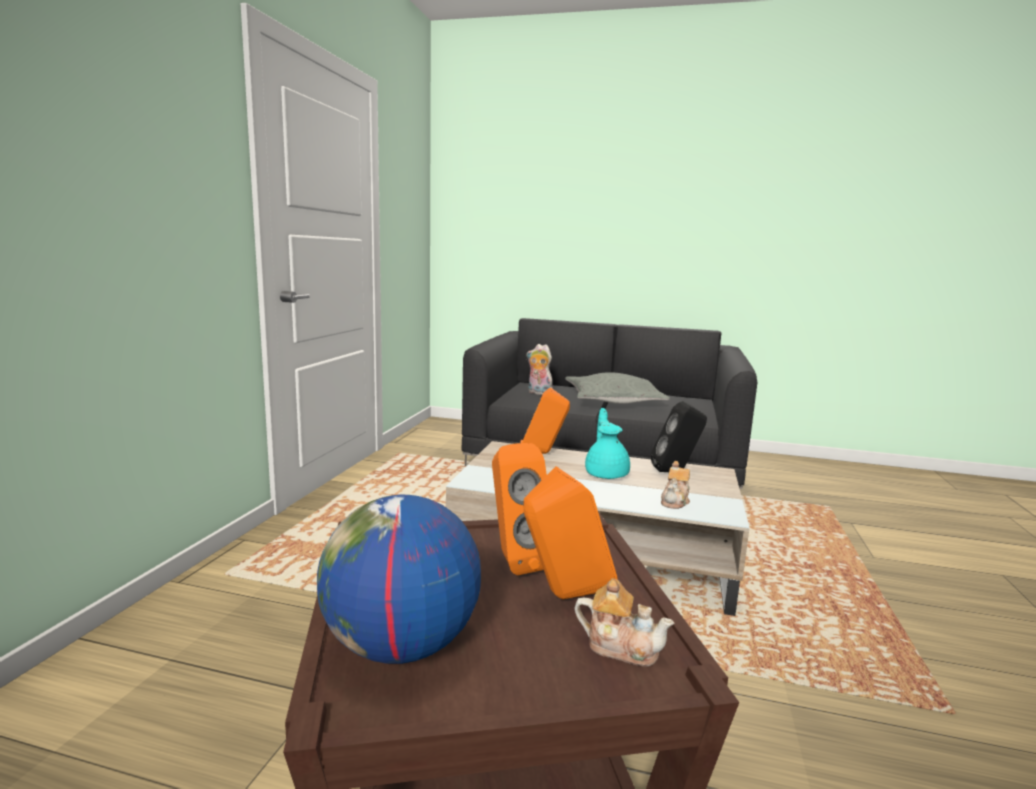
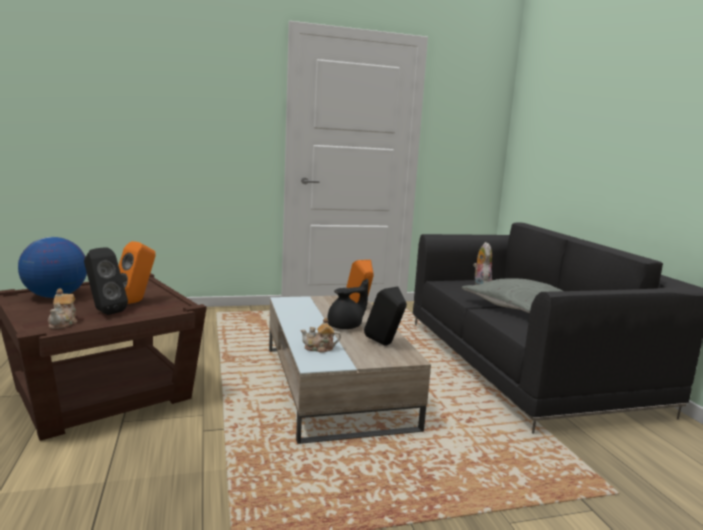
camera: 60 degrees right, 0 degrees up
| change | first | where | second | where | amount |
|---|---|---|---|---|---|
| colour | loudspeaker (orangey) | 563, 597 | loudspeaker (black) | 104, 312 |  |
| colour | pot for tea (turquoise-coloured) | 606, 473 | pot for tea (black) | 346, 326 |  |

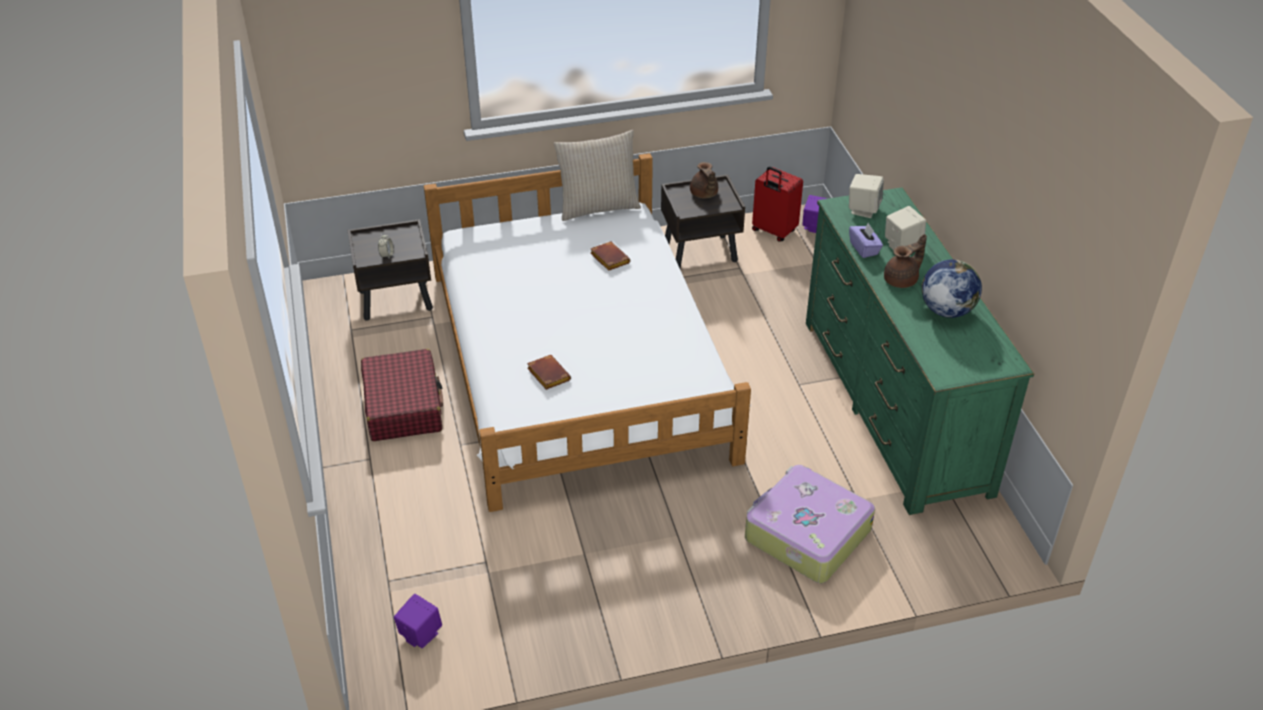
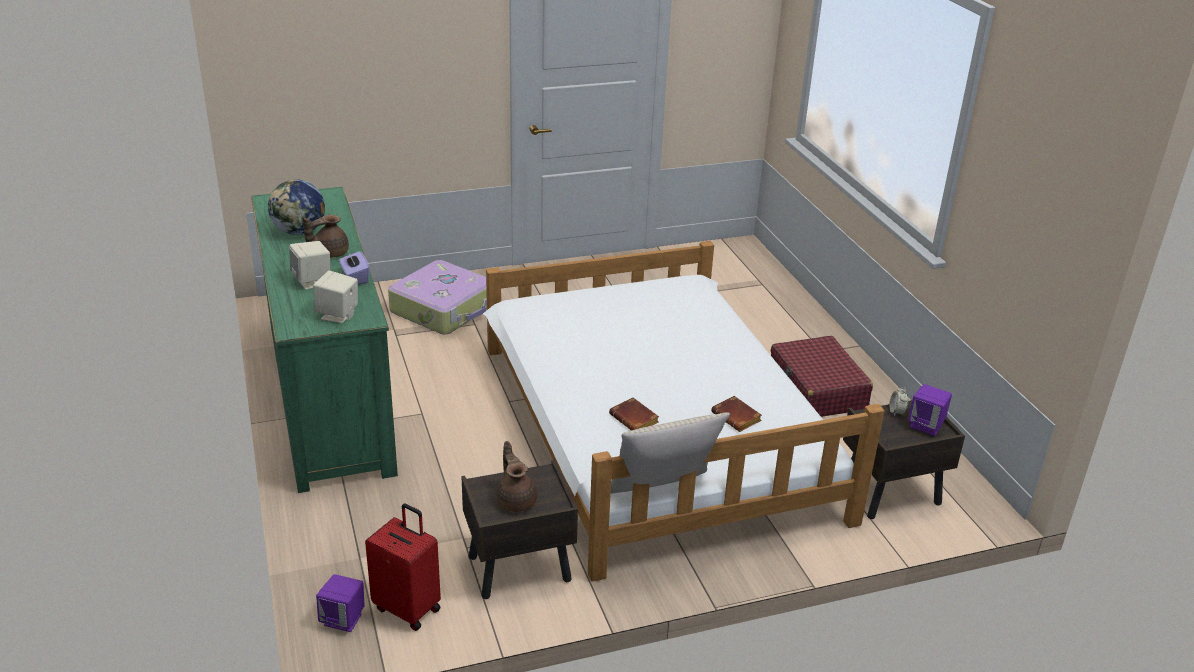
camera: 175 degrees right, 10 degrees down
| change | first | where | second | where | amount |
|---|---|---|---|---|---|
| relocated | loudspeaker (purple-coloured) | 420, 634 |  | 926, 425 |  |
| relocated | bound book (brownish) | 547, 375 |  | 738, 418 |  |

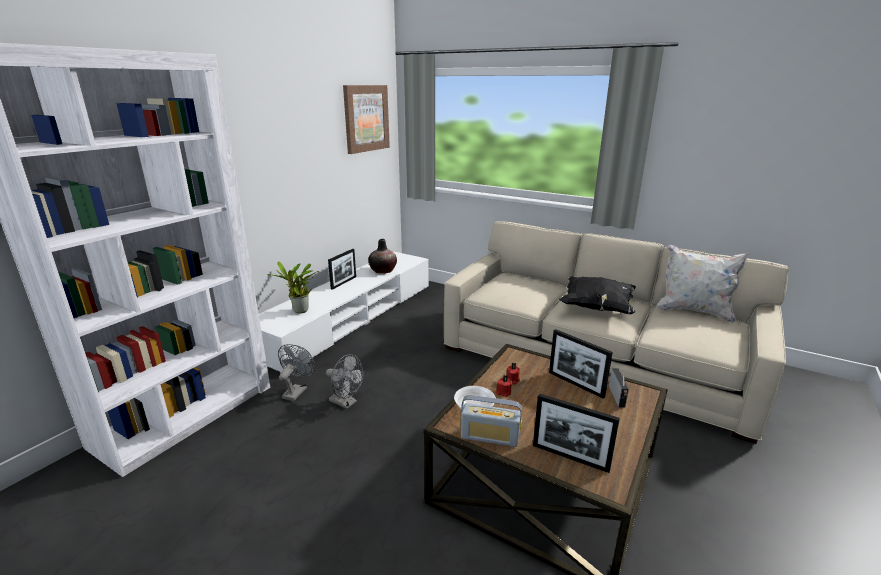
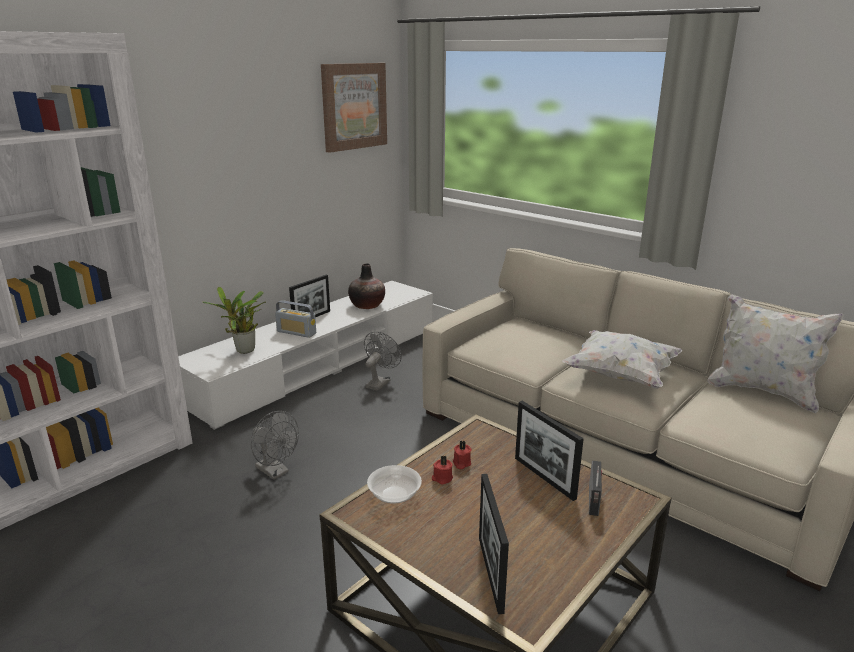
camera: 10 degrees right, 0 degrees up
| change | first | where | second | where | amount |
|---|---|---|---|---|---|
| relocated | fan (grey) | 297, 391 |  | 380, 382 |  |
| relocated | radio receiver | 490, 437 |  | 296, 332 |  |
| colour | cushion (black) | 596, 308 | cushion (whitish) | 620, 376 |  |
| spun | picture frame | 570, 457 |  | 490, 573 | 45 degrees clockwise |

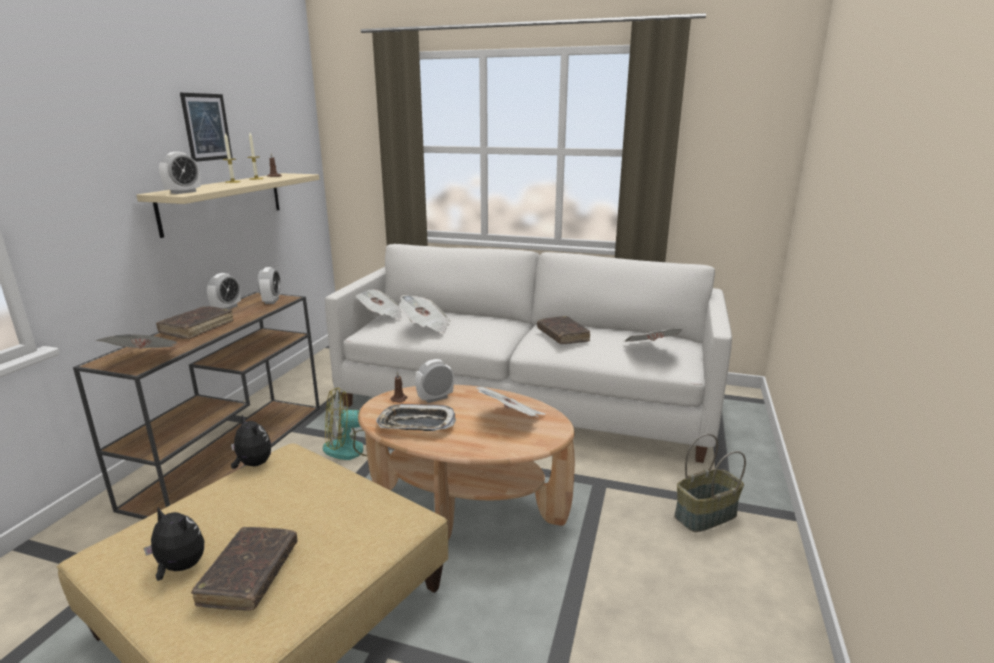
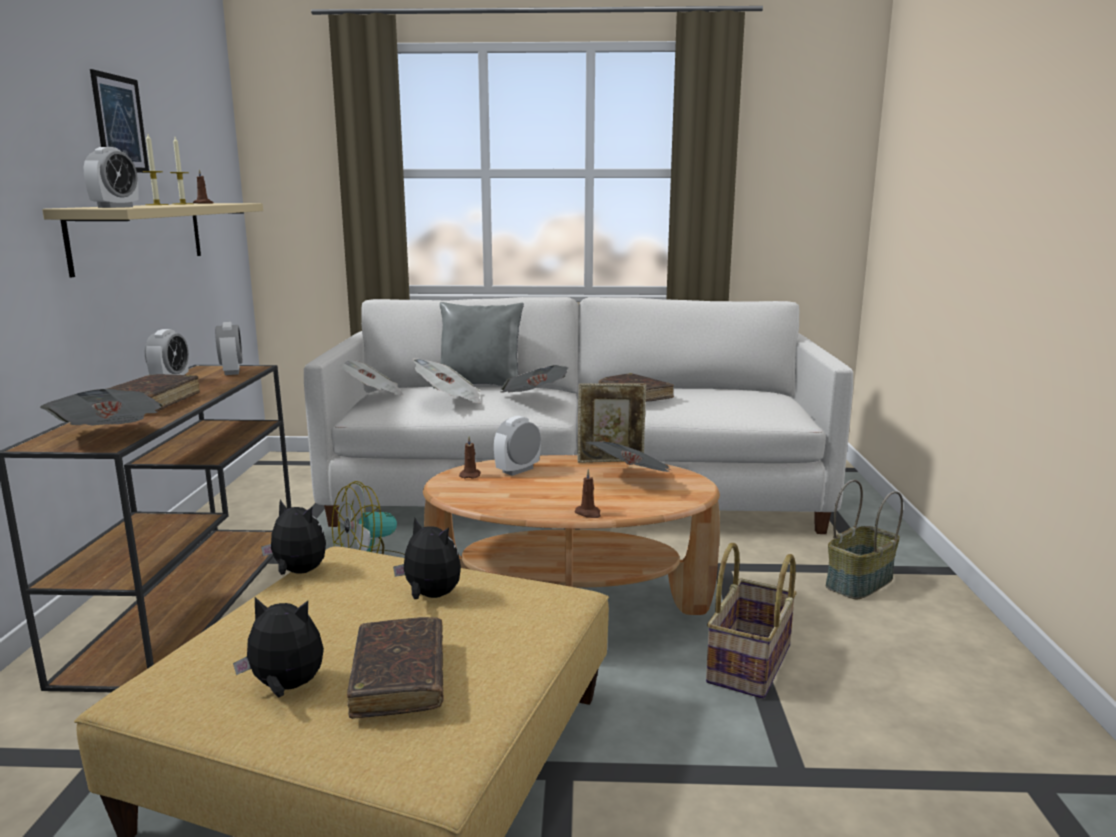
camera: 15 degrees left, 5 degrees down
| change | first | where | second | where | amount |
|---|---|---|---|---|---|
| missing | tray | 416, 424 |  |  |  |
| appeared |  |  | cuddly toy | 430, 596 |  |
| appeared |  |  | cushion (grey) | 480, 386 |  |
| appeared |  |  | wax light (brownish) | 588, 513 |  |
| appeared |  |  | picture frame | 611, 461 |  |
| appeared |  |  | basket | 751, 664 |  |
| relocated | daily paper | 650, 350 |  | 533, 398 |  |

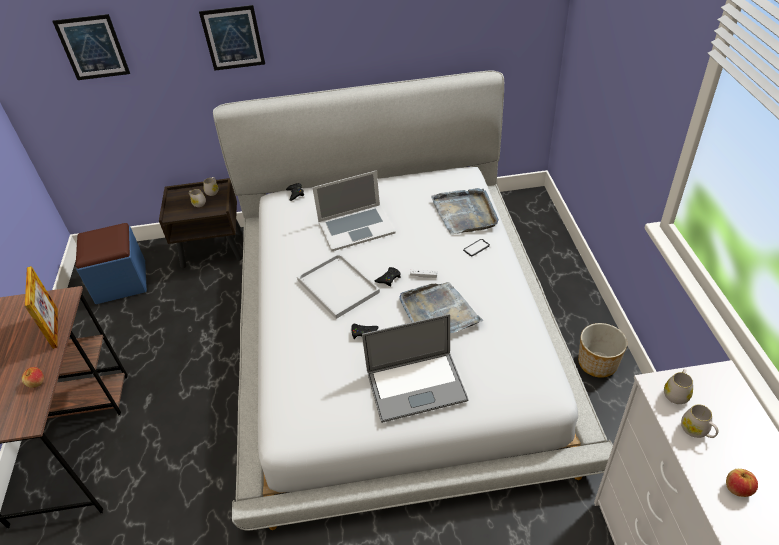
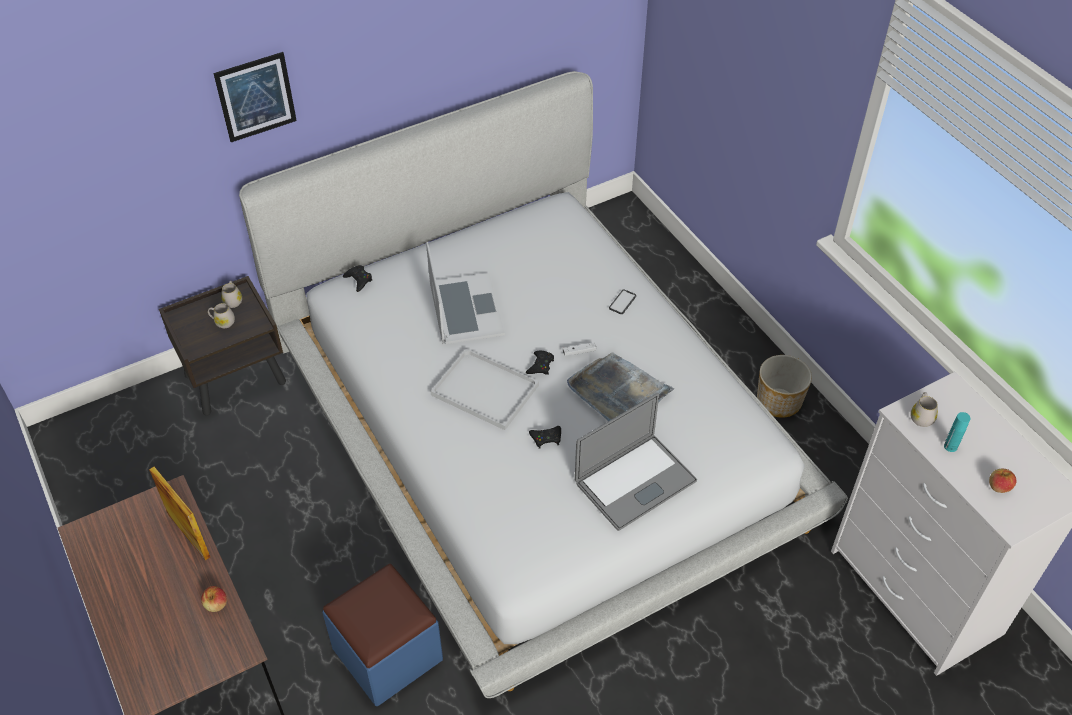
camera: 25 degrees left, 5 degrees up
| change | first | where | second | where | amount |
|---|---|---|---|---|---|
| missing | wall picture | 92, 47 |  |  |  |
| missing | tray (grey) | 465, 213 |  |  |  |
| relocated | ottoman (bluish) | 121, 282 |  | 387, 654 |  |
| exchanged | mug (whitish) | 697, 431 | bottle (turquoise-coloured) | 950, 446 |  |
| spun | portable computer | 356, 227 |  | 465, 309 | 60 degrees counterclockwise |

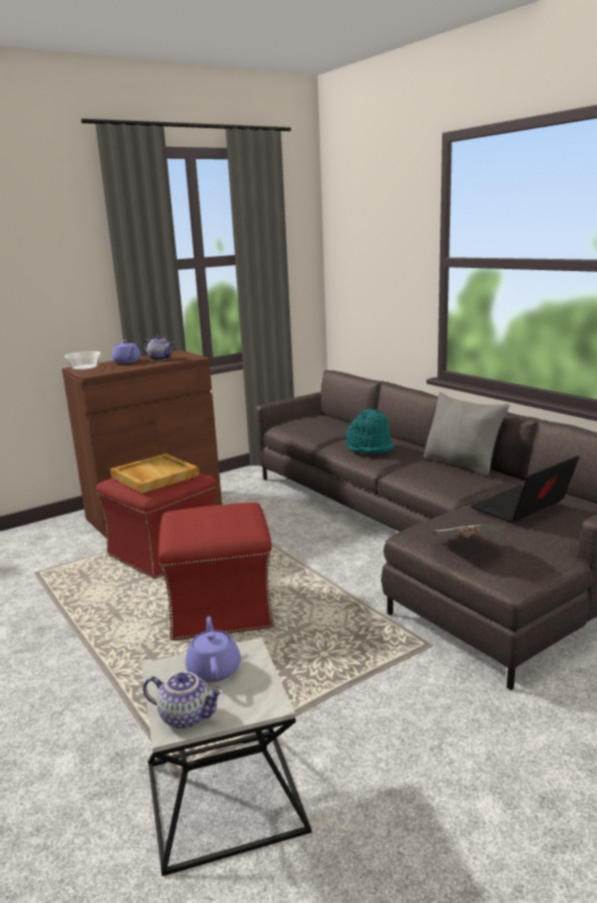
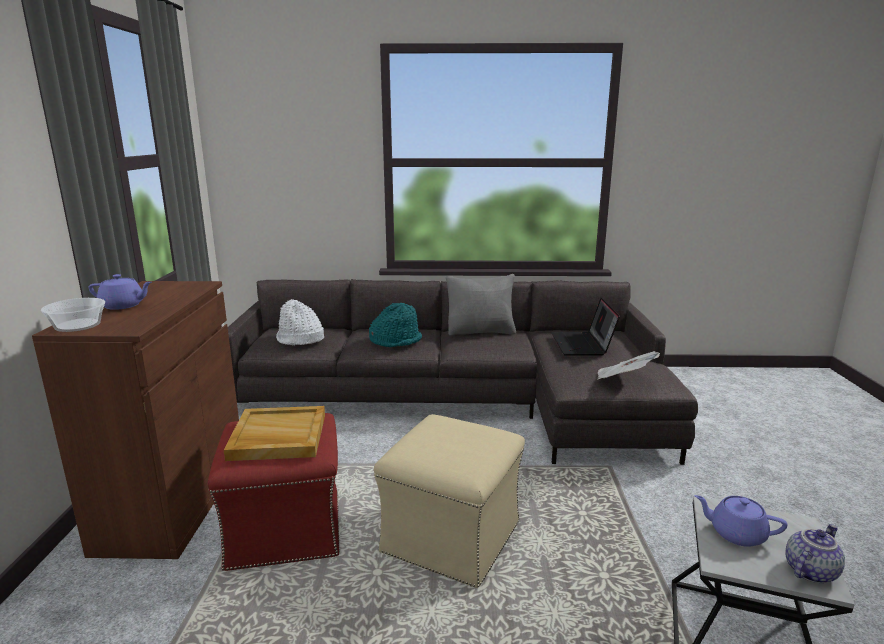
camera: 55 degrees left, 0 degrees up
| change | first | where | second | where | amount |
|---|---|---|---|---|---|
| missing | pot for tea | 161, 359 |  |  |  |
| appeared |  |  | wearable hat (whitish) | 299, 339 |  |
| colour | ottoman (reddish) | 222, 608 | ottoman (beige-coloured) | 452, 536 |  |

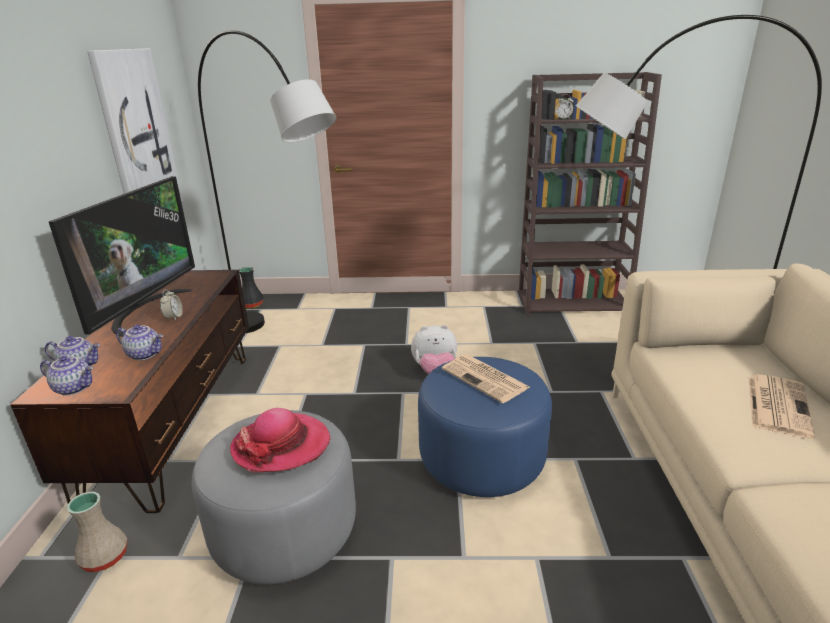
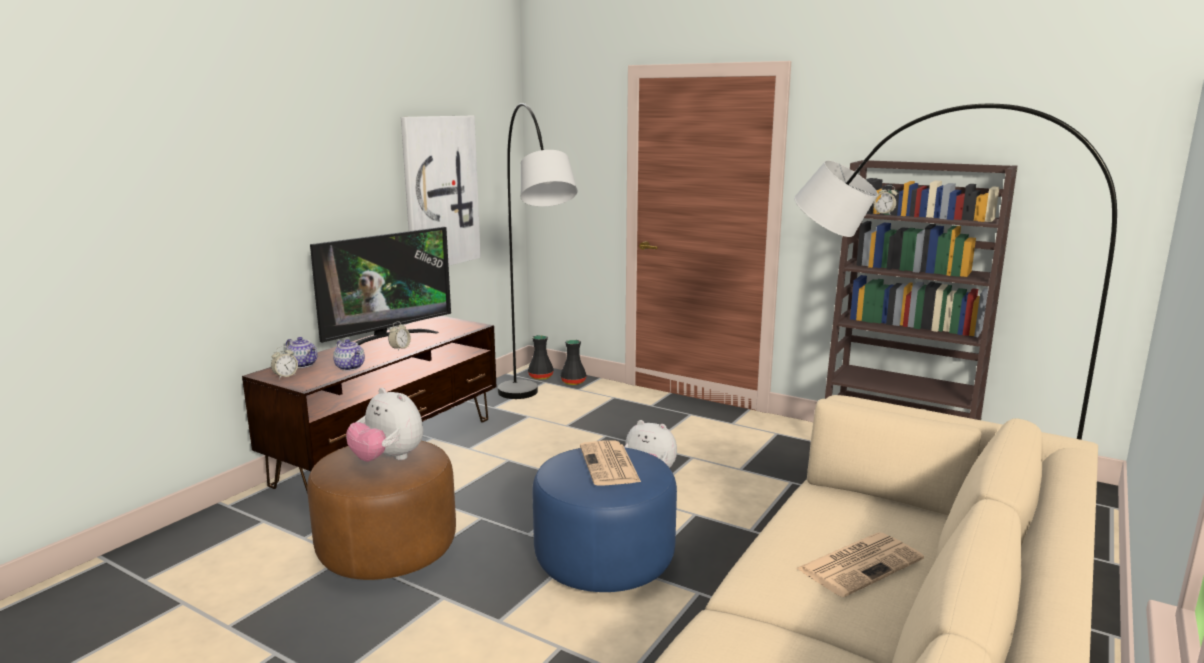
camera: 30 degrees right, 10 degrees down
| change | first | where | second | where | amount |
|---|---|---|---|---|---|
| missing | flower vase (beige-coloured) | 104, 557 |  |  |  |
| appeared |  |  | flower vase (black) | 573, 382 |  |
| exchanged | pot for tea | 75, 388 | bedside clock | 285, 376 |  |
| exchanged | wearable hat | 281, 445 | cuddly toy | 388, 459 |  |
| colour | ottoman (grey) | 284, 529 | ottoman (brownish) | 387, 548 |  |

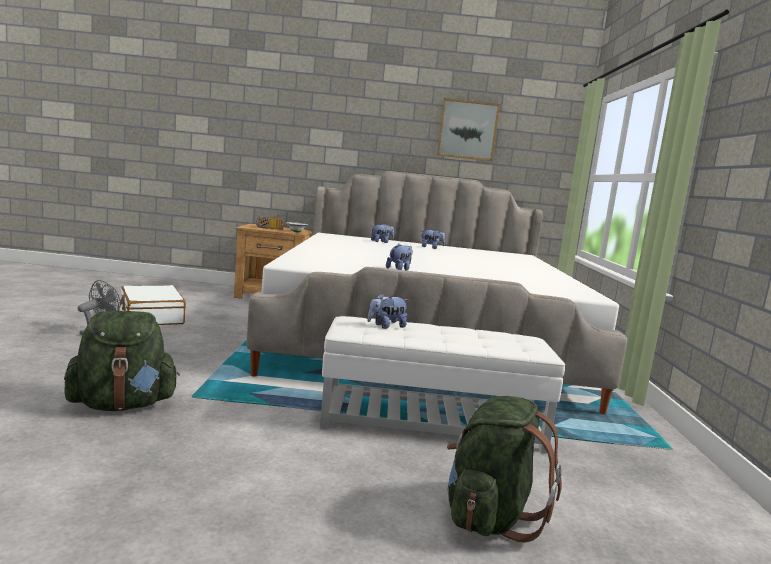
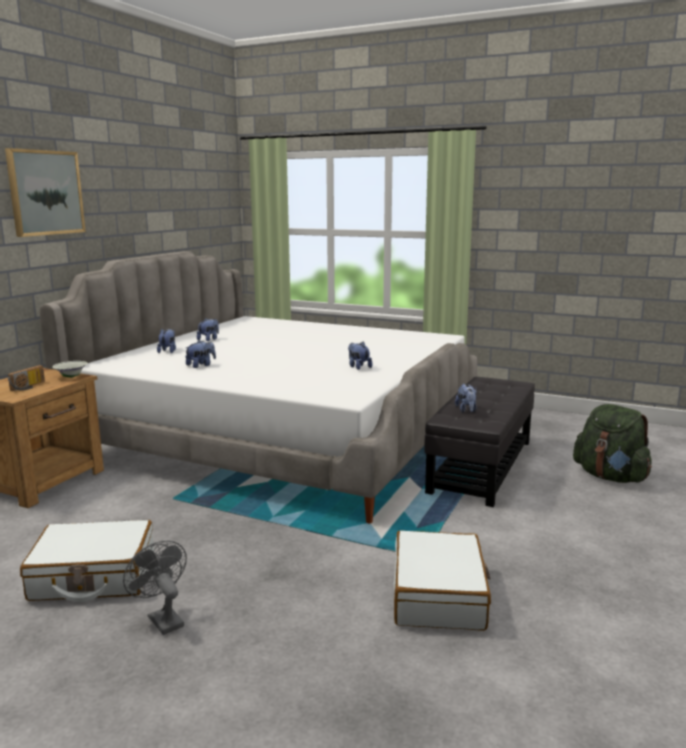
camera: 65 degrees left, 5 degrees up
| change | first | where | second | where | amount |
|---|---|---|---|---|---|
| appeared |  |  | cuddly toy | 201, 365 |  |
| relocated | wall picture | 467, 130 |  | 45, 193 |  |
| exchanged | rucksack (greenish) | 122, 405 | travel case (whitish) | 439, 595 |  |
| colour | ottoman (whitish) | 431, 422 | ottoman (black) | 480, 466 |  |

